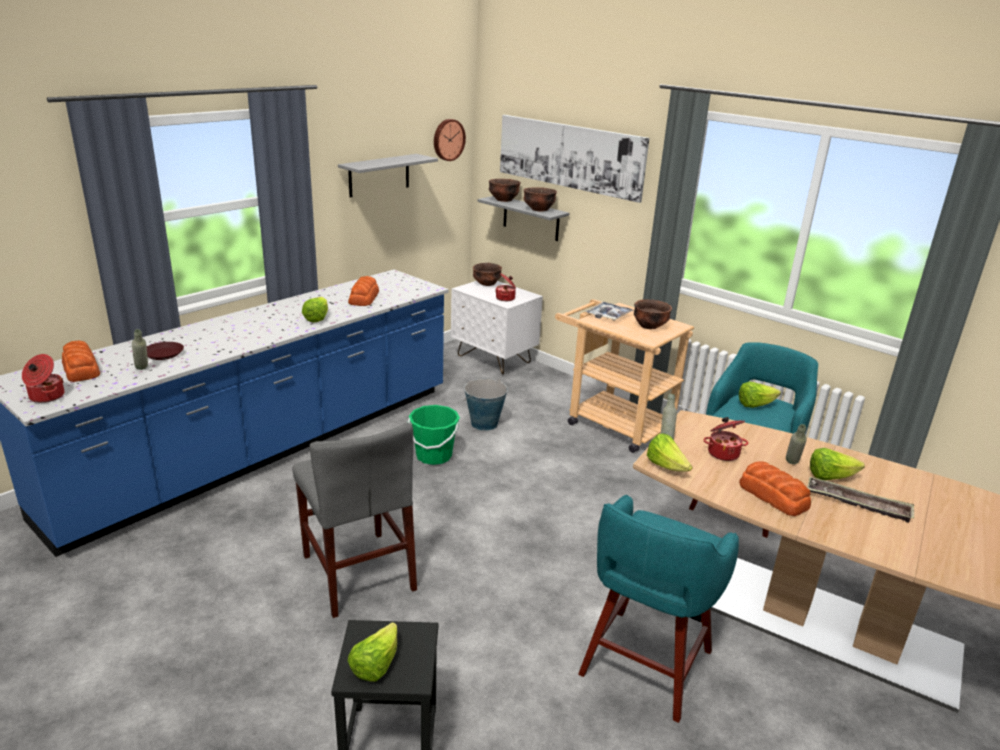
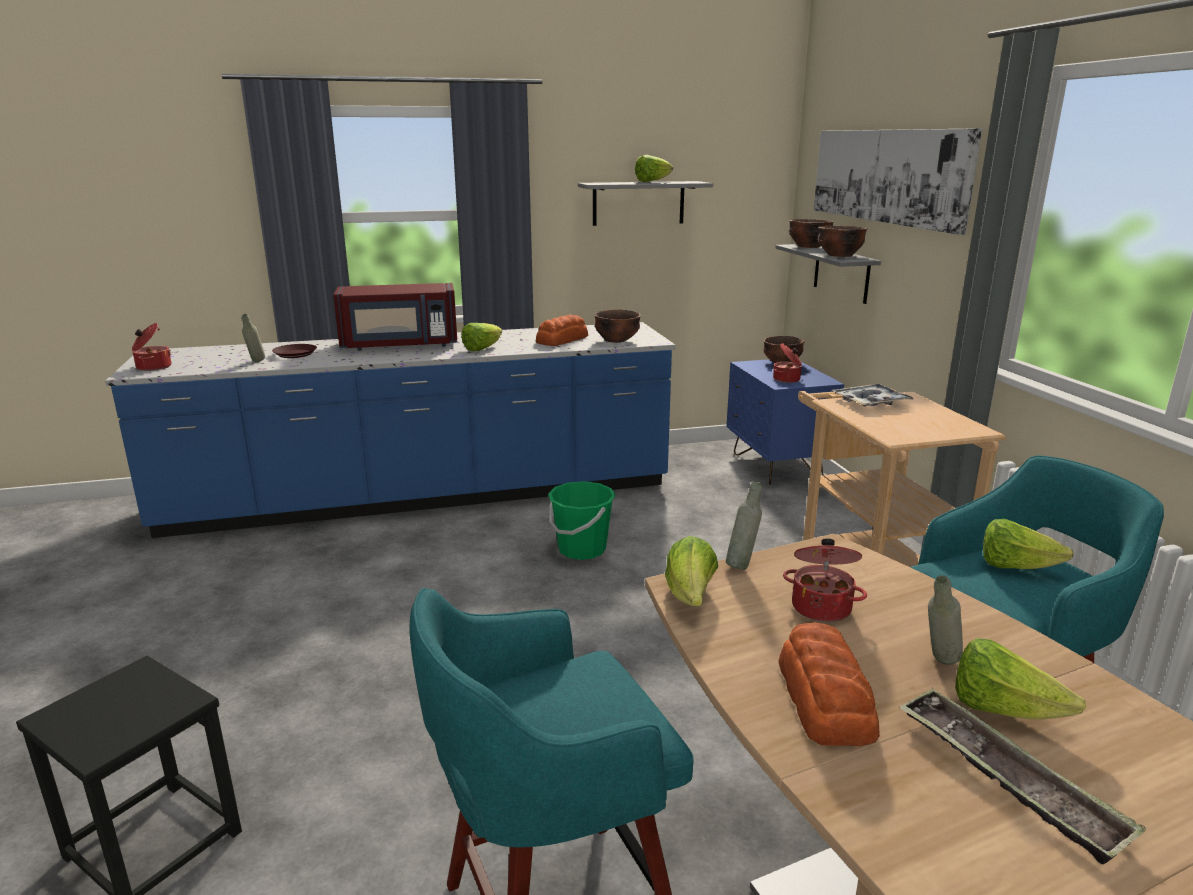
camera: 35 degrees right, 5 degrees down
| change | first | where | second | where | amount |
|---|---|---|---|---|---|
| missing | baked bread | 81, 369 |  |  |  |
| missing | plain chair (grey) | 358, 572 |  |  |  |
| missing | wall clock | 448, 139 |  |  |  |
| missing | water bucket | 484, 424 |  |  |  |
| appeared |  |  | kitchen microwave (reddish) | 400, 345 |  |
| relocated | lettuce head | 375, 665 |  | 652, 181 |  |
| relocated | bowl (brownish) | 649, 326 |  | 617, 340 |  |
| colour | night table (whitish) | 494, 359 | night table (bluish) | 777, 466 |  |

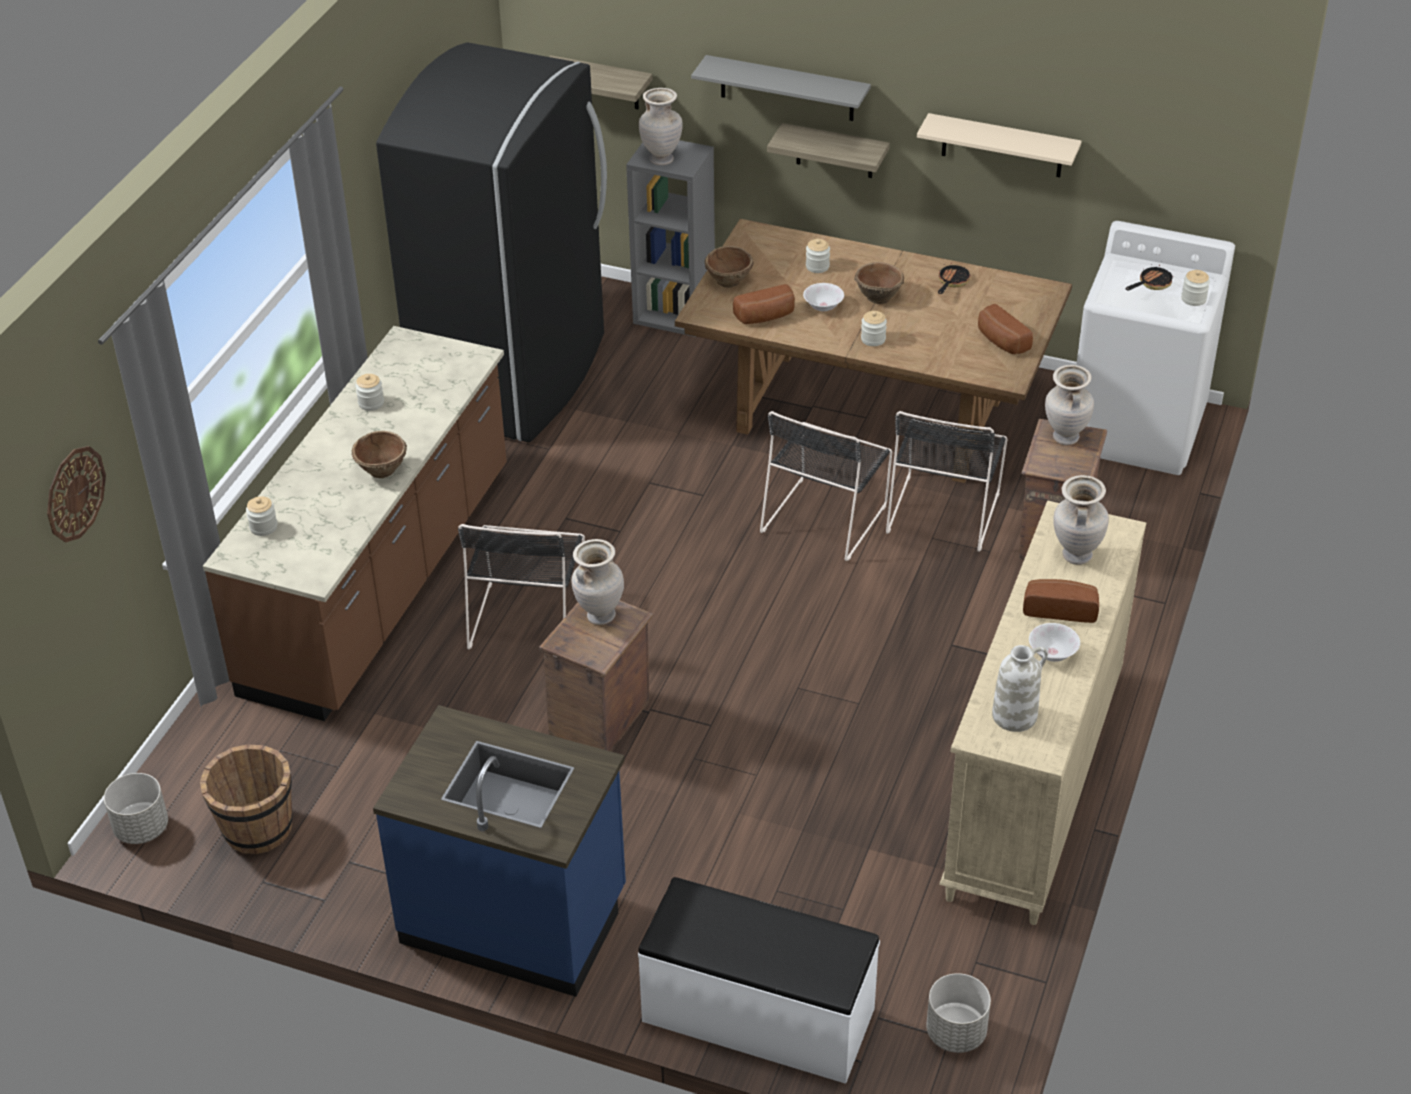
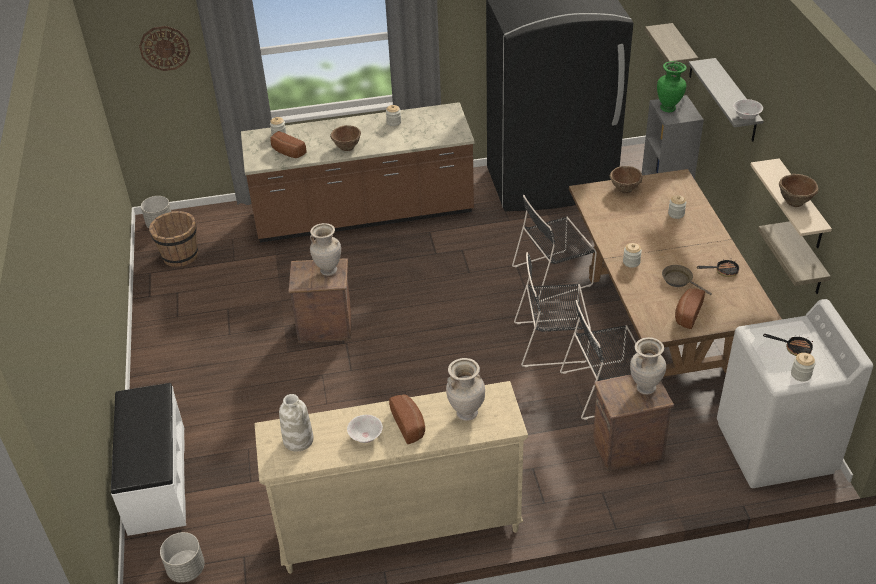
camera: 60 degrees right, 0 degrees up
| change | first | where | second | where | amount |
|---|---|---|---|---|---|
| missing | kitchen counter (bluish) | 515, 917 |  |  |  |
| appeared |  |  | frying pan (brownish) | 679, 280 |  |
| relocated | plain chair (black) | 528, 616 |  | 554, 275 |  |
| relocated | baked bread | 766, 317 |  | 287, 152 |  |
| relocated | shelf | 834, 151 |  | 807, 260 |  |
| relocated | bowl (whitish) | 823, 307 |  | 746, 116 |  |
| relocated | bowl (brownish) | 878, 297 |  | 795, 201 |  |
| colour | flower vase (beige-coloured) | 662, 159 | flower vase (greenish) | 668, 108 |  |

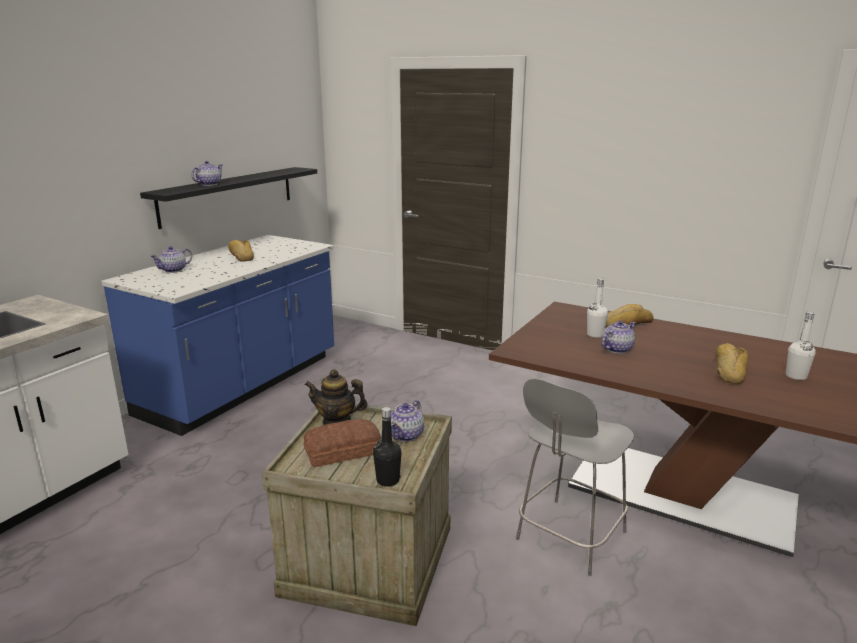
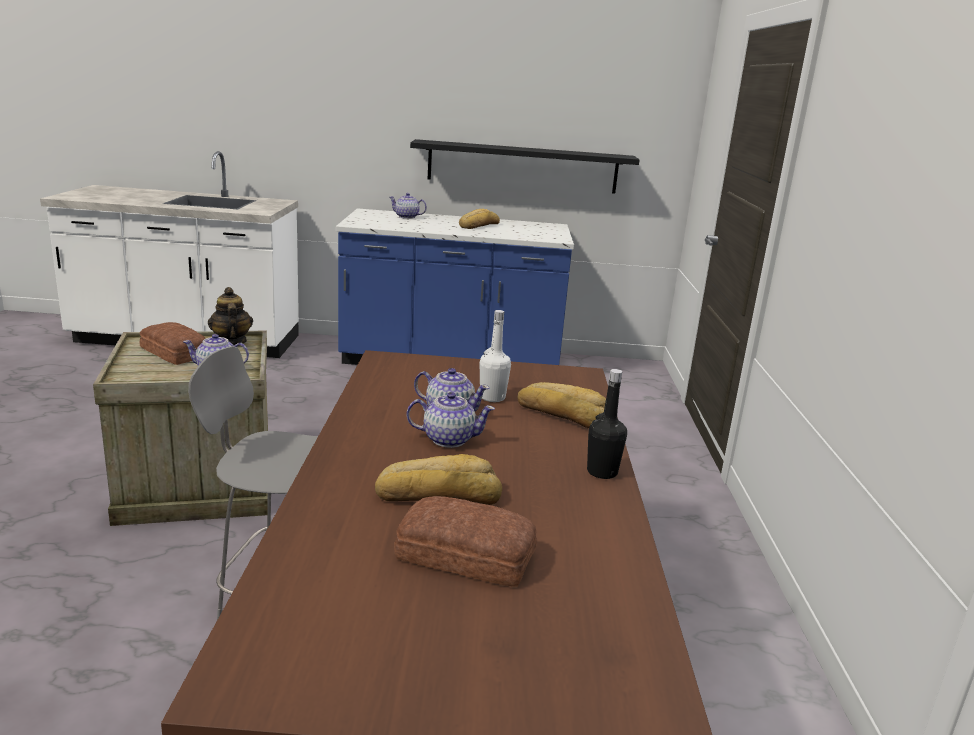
camera: 60 degrees right, 0 degrees up
| change | first | where | second | where | amount |
|---|---|---|---|---|---|
| relocated | pot for tea | 208, 184 |  | 448, 439 |  |
| relocated | bottle (black) | 388, 480 |  | 602, 472 |  |
| exchanged | bottle (whitish) | 796, 376 | baked bread | 466, 556 |  |

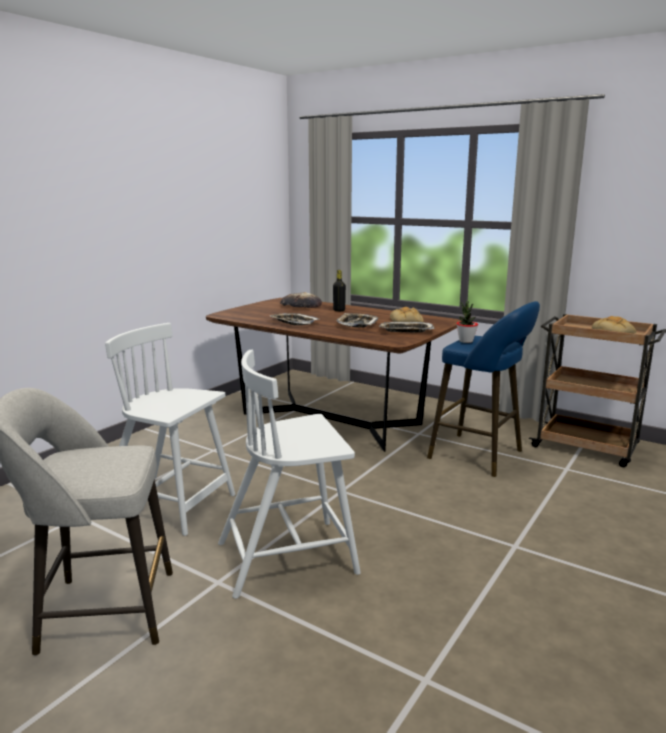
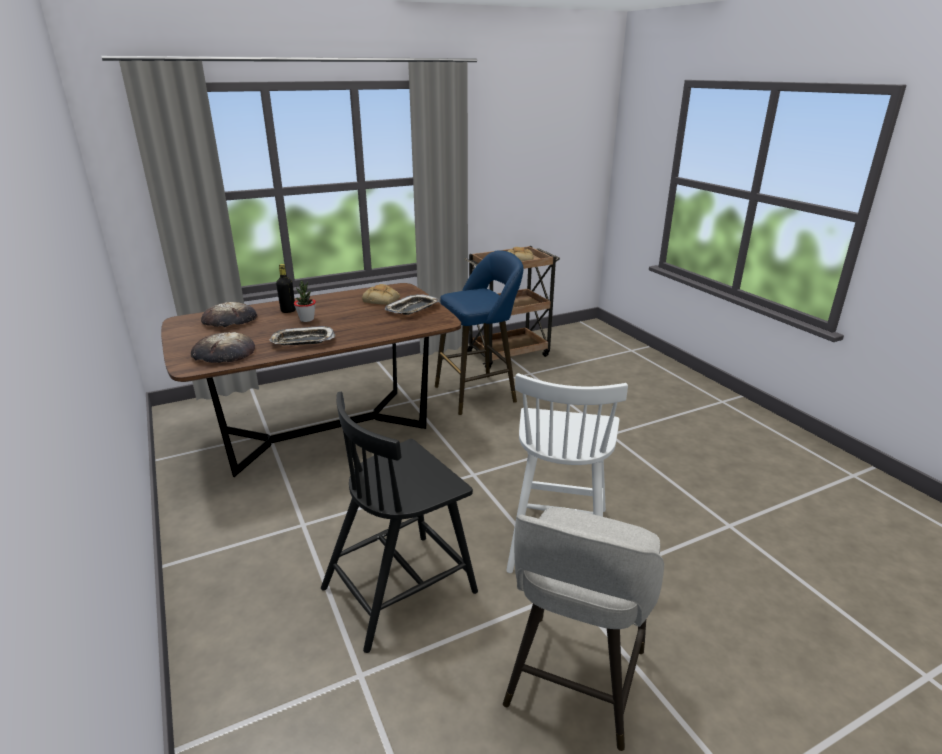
camera: 60 degrees left, 10 degrees up
| change | first | where | second | where | amount |
|---|---|---|---|---|---|
| missing | tray | 357, 324 |  |  |  |
| appeared |  |  | baked bread | 223, 353 |  |
| relocated | houseplant | 466, 341 |  | 307, 319 |  |
| colour | plain chair (whitish) | 171, 504 | plain chair (black) | 401, 588 |  |

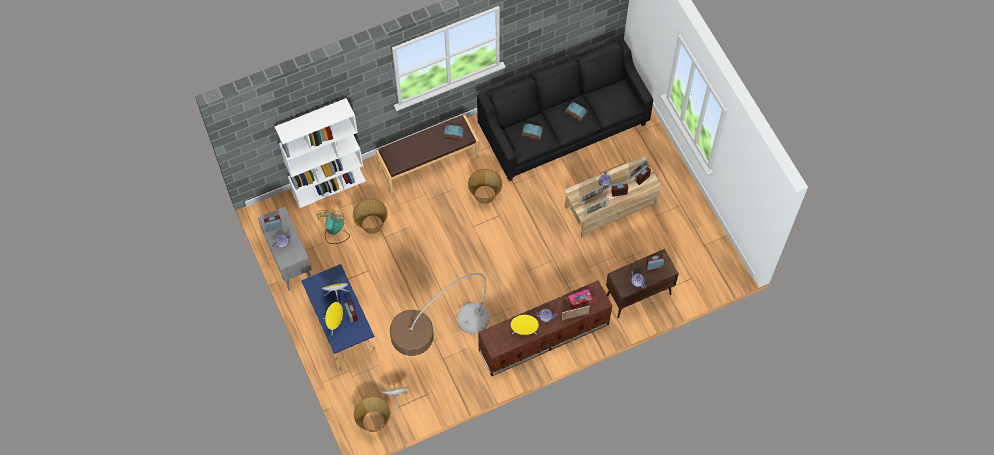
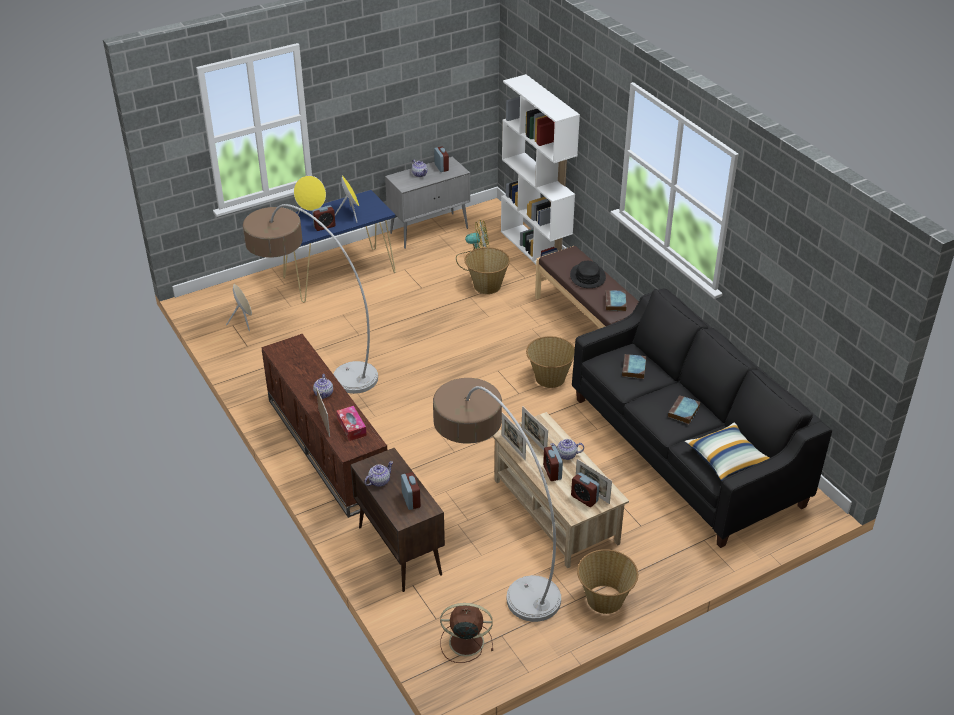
camera: 85 degrees right, 25 degrees down
| change | first | where | second | where | amount |
|---|---|---|---|---|---|
| missing | loudspeaker (yellow) | 524, 331 |  |  |  |
| appeared |  |  | standard lamp | 494, 551 |  |
| appeared |  |  | fan (brownish) | 464, 642 |  |
| appeared |  |  | wearable hat (black) | 587, 276 |  |
| appeared |  |  | cushion | 727, 459 |  |
| relocated | basket | 374, 421 |  | 604, 600 |  |

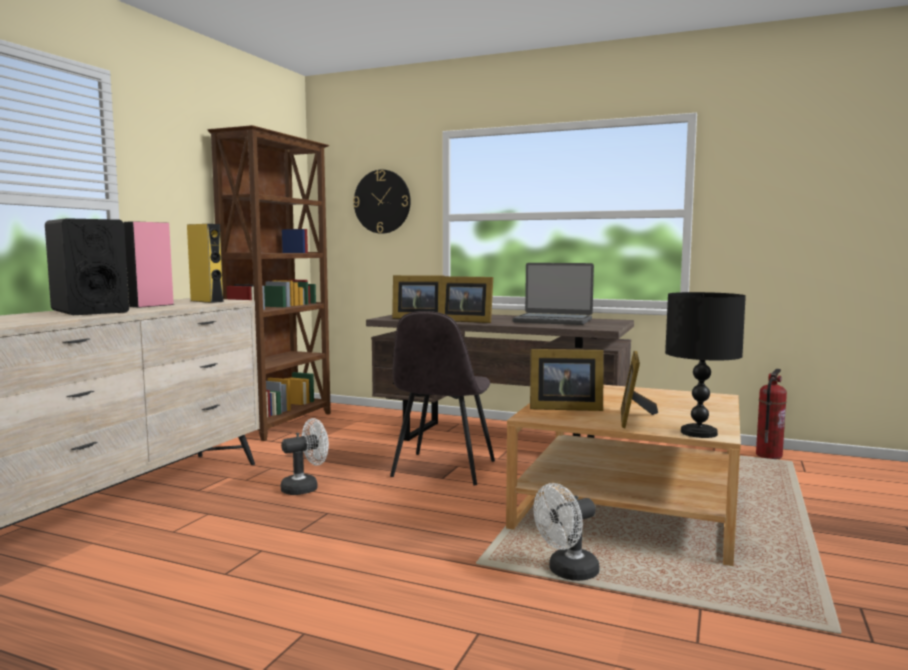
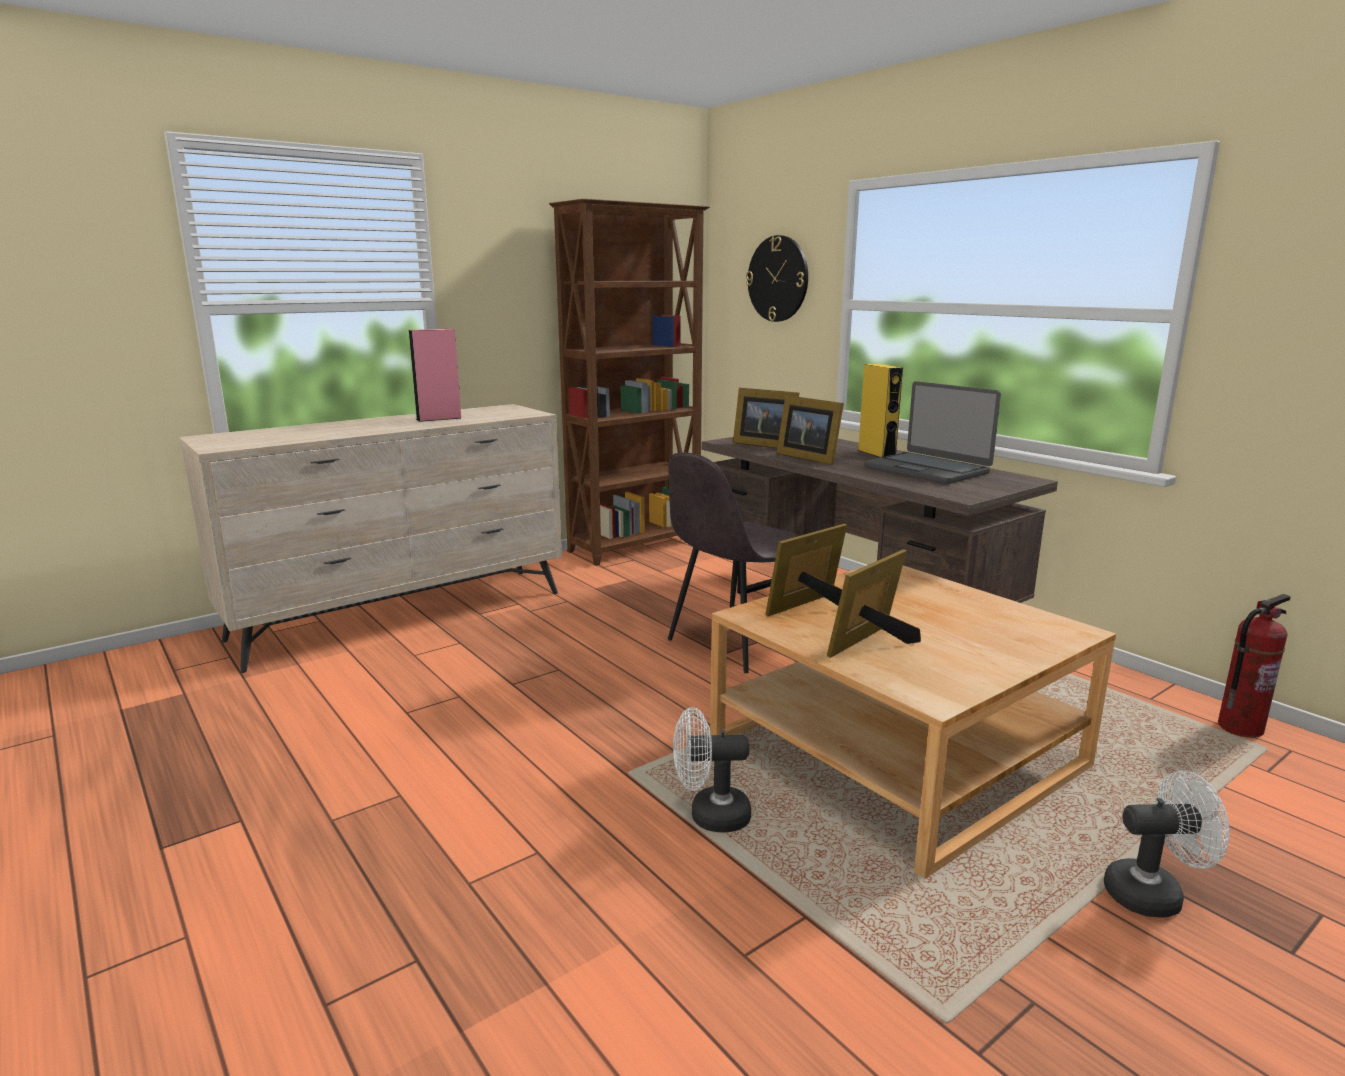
camera: 30 degrees right, 10 degrees up
| change | first | where | second | where | amount |
|---|---|---|---|---|---|
| missing | loudspeaker (black) | 89, 311 |  |  |  |
| missing | table lamp (black) | 699, 433 |  |  |  |
| relocated | loudspeaker (yellow) | 207, 301 |  | 876, 453 |  |
| relocated | fan (whitish) | 305, 488 |  | 1154, 894 |  |
| spun | picture frame | 563, 408 |  | 811, 607 | 105 degrees clockwise |

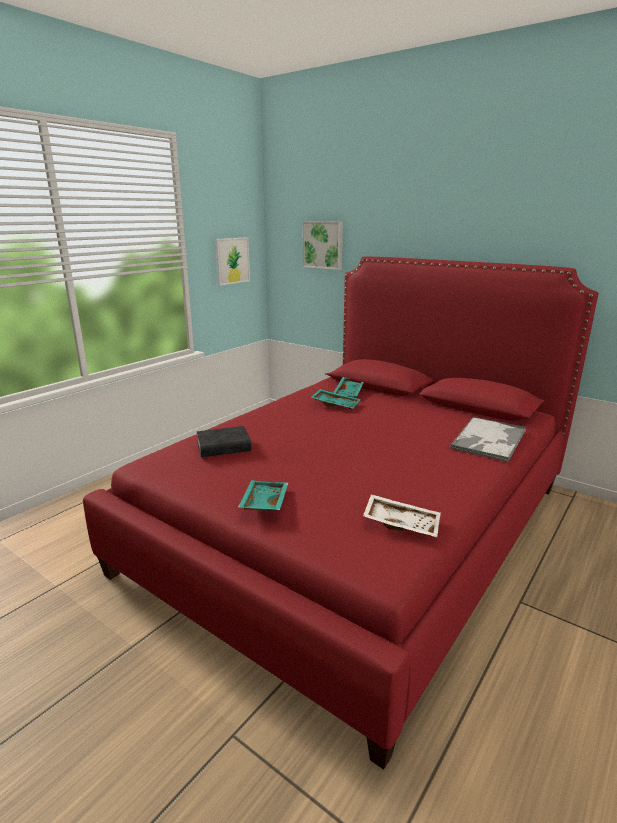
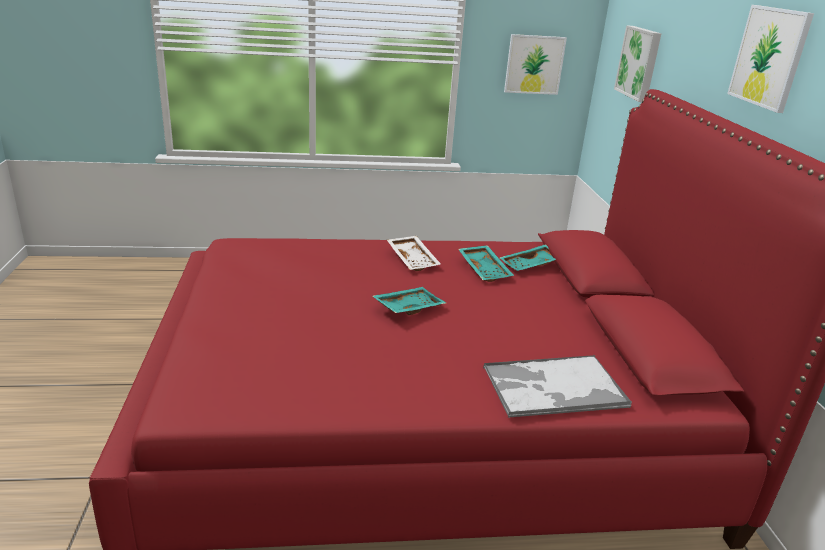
camera: 45 degrees right, 5 degrees up
| change | first | where | second | where | amount |
|---|---|---|---|---|---|
| missing | bound book (black) | 223, 446 |  |  |  |
| appeared |  |  | wall picture | 769, 57 |  |
| relocated | tray (turquoise-coloured) | 263, 503 |  | 408, 307 |  |
| relocated | tray (whitish) | 401, 523 |  | 413, 259 |  |

